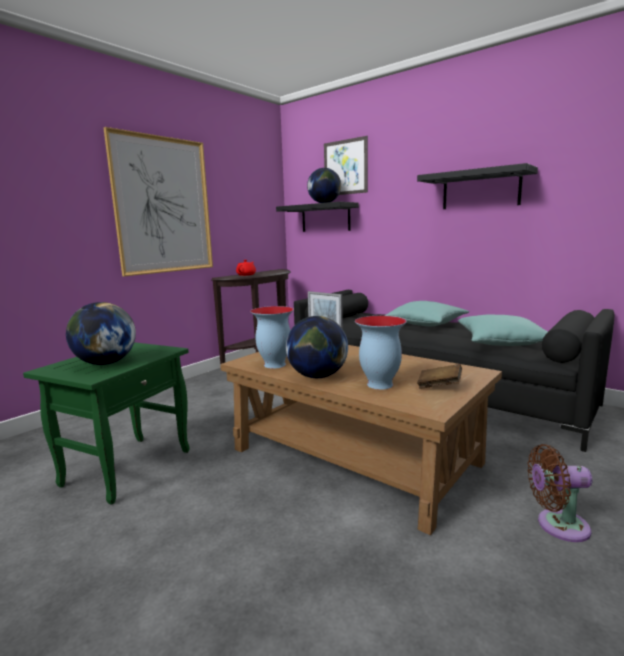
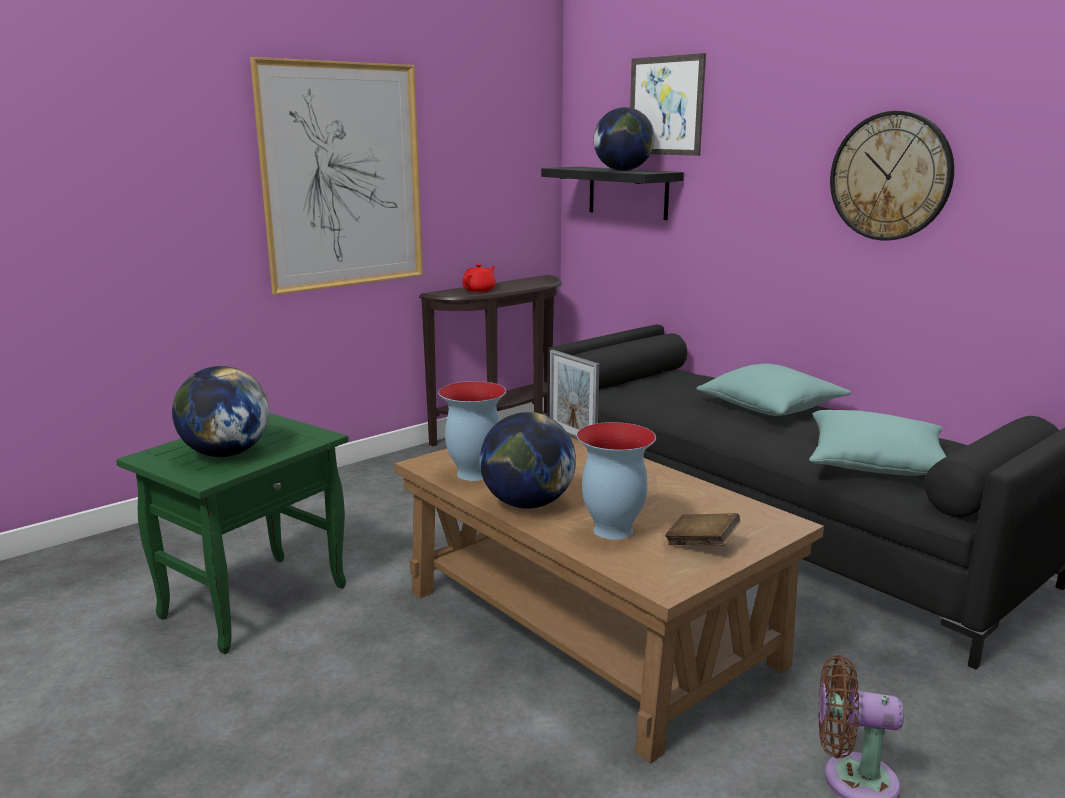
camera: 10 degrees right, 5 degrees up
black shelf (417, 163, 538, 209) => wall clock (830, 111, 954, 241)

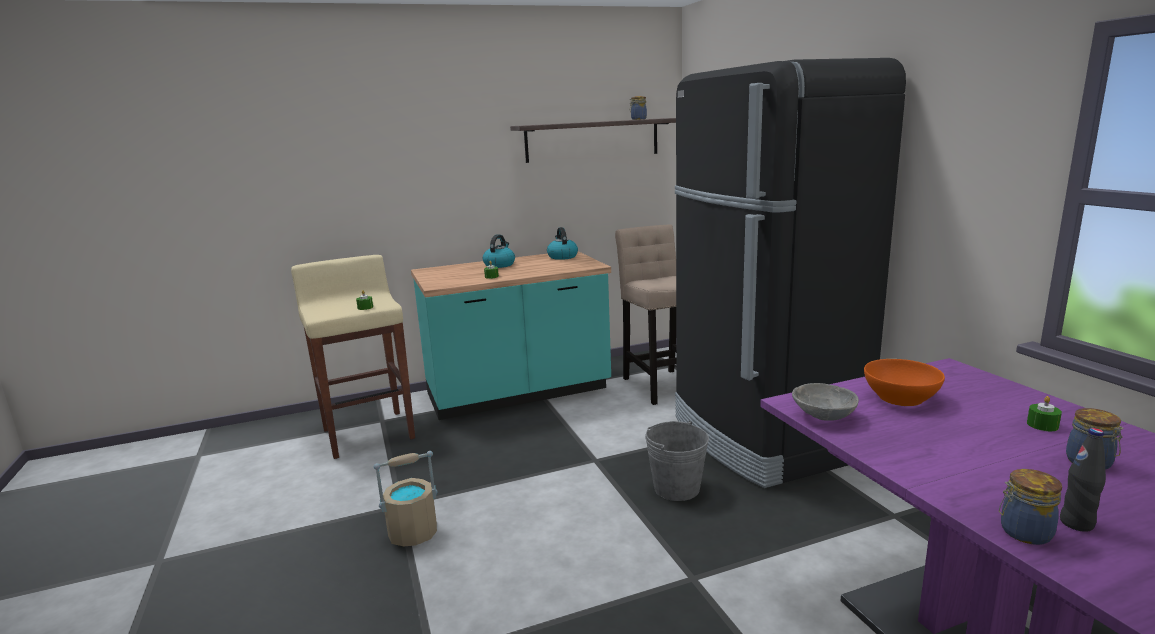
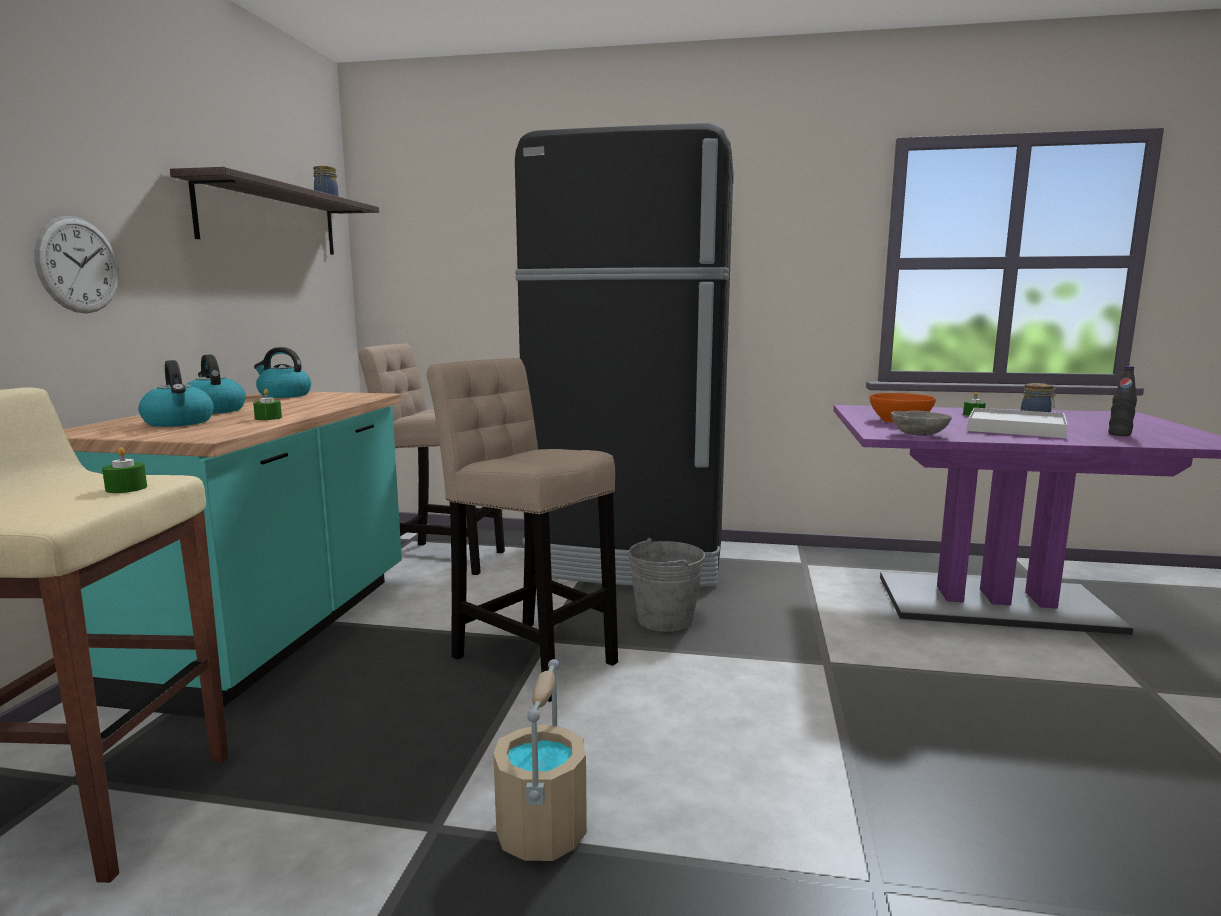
camera: 60 degrees left, 5 degrees down
jar (999, 469, 1062, 545) => nothing
nothing => wall clock (34, 216, 119, 313)
nothing => beige stool (427, 358, 618, 702)
nothing => kettle (138, 360, 214, 427)
nothing => white tray (967, 408, 1068, 438)

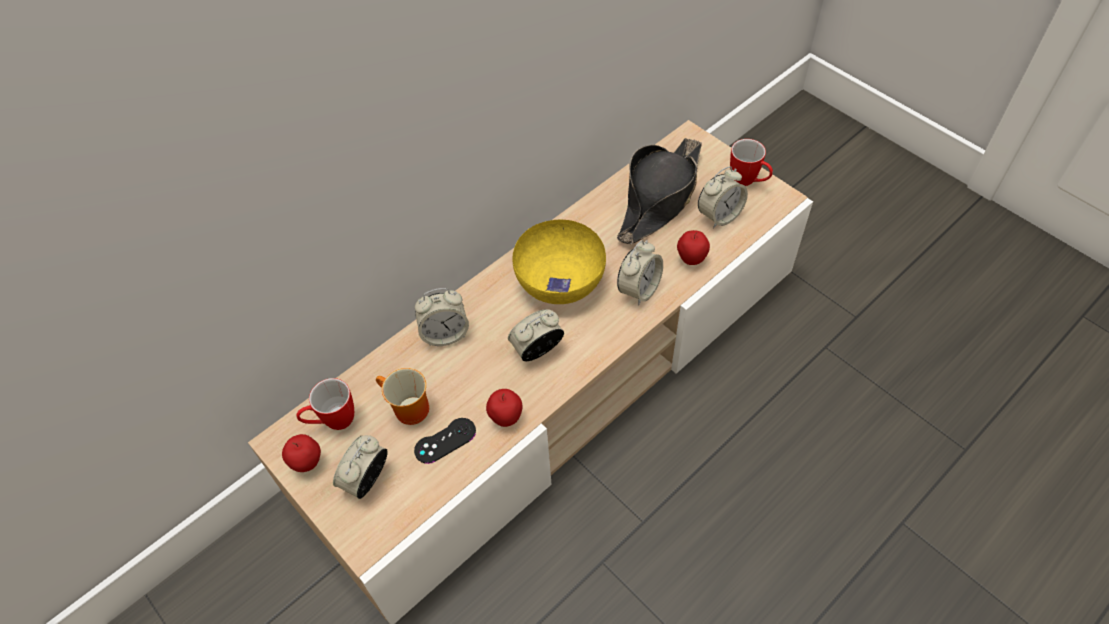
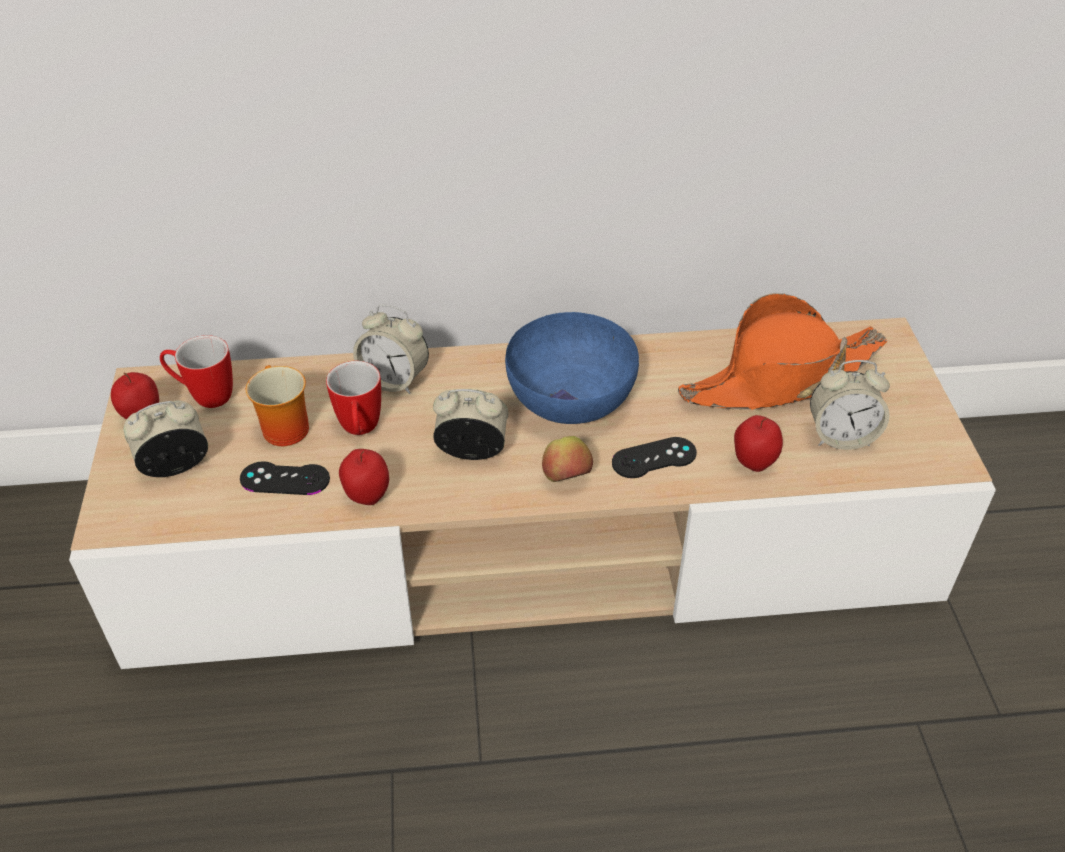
camera: 35 degrees right, 10 degrees down
black hat (617, 138, 702, 244) => orange hat (678, 293, 888, 410)
mug (730, 139, 773, 186) => mug (326, 361, 381, 435), move
yellow bowl (512, 220, 606, 304) => blue bowl (505, 312, 639, 424)
alarm clock (617, 240, 663, 305) => black game controller (612, 437, 697, 478)
nothing => apple (542, 436, 593, 482)

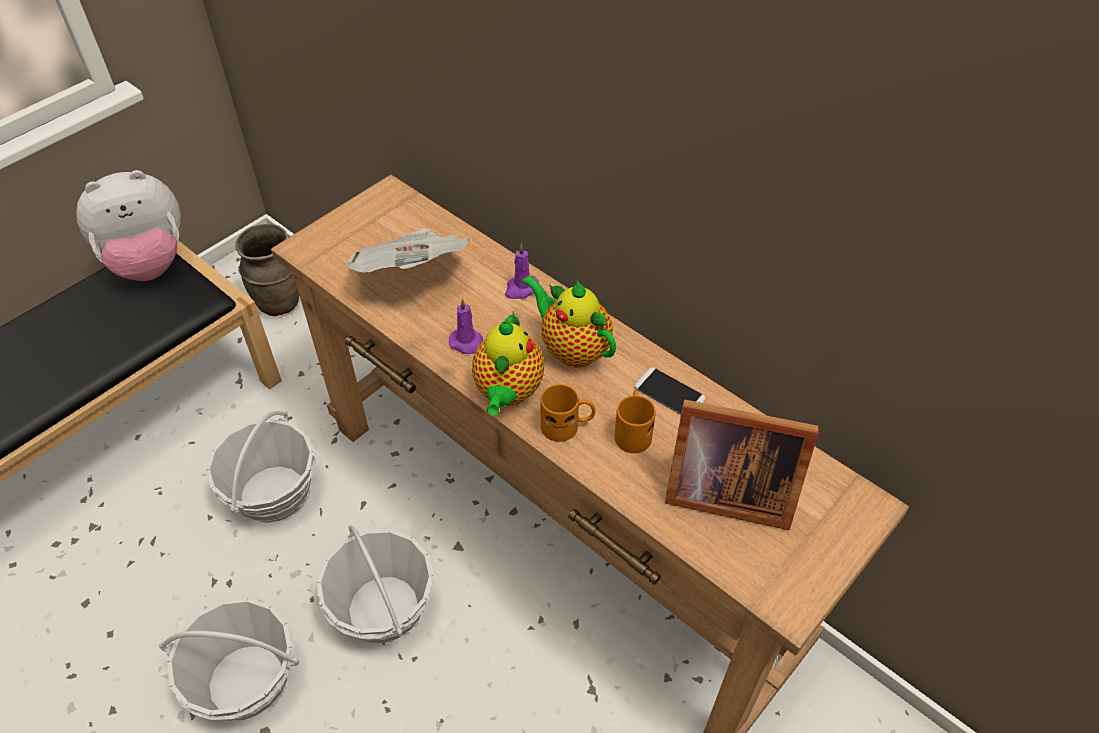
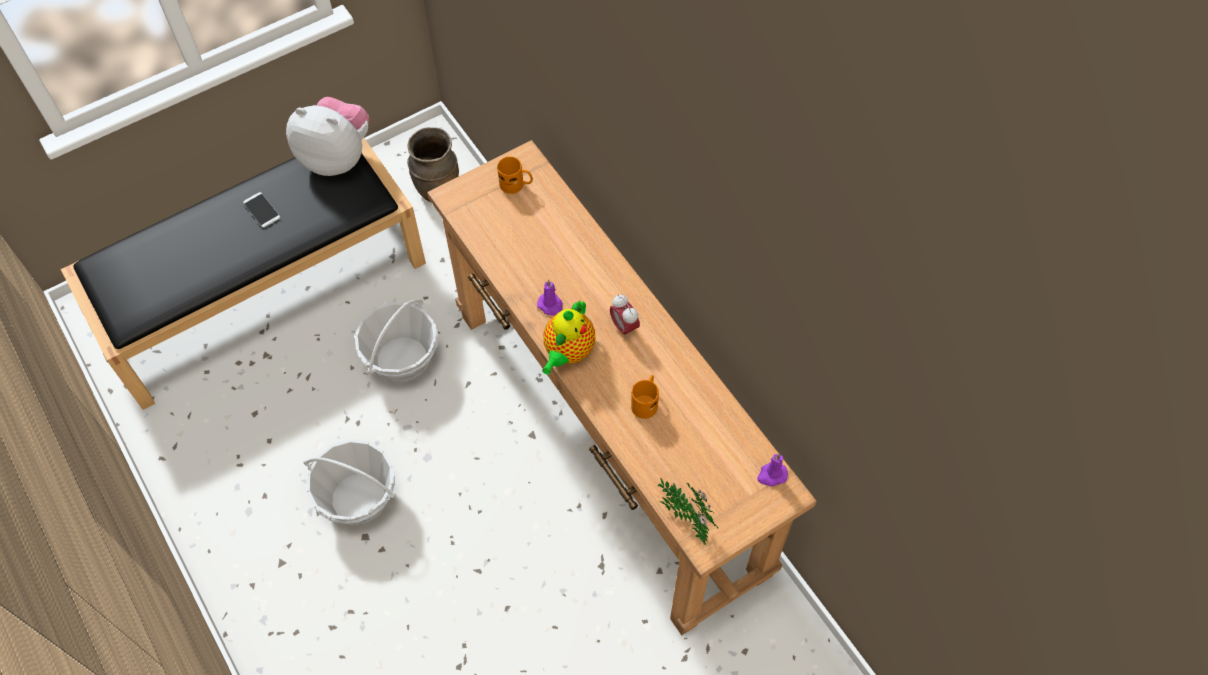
camera: 15 degrees right, 10 degrees up
plush toy (76, 170, 181, 281) => plush toy (286, 97, 369, 176), 150 degrees counterclockwise
newspaper (346, 228, 471, 272) => nothing
purple candle (505, 244, 539, 299) => purple candle (757, 454, 788, 486), move
teapot (521, 275, 616, 367) => alarm clock (610, 295, 640, 338)
phone (634, 367, 706, 415) => phone (243, 192, 280, 228), move
orange mug (540, 384, 596, 442) => orange mug (497, 157, 533, 194), move
picture frame (665, 400, 819, 530) => nothing
basket (317, 525, 434, 643) => nothing
nothing => potted plant (658, 478, 718, 545)

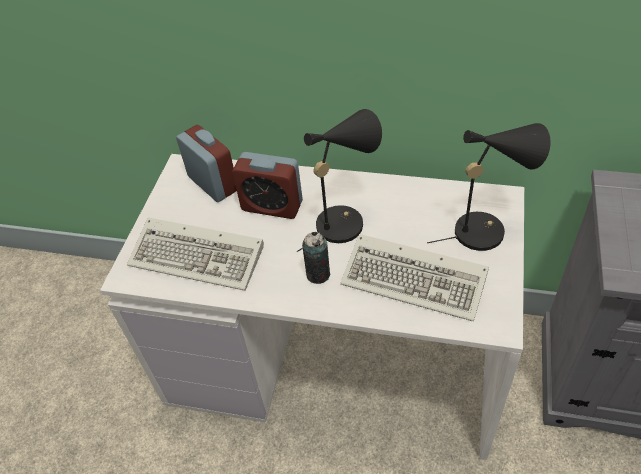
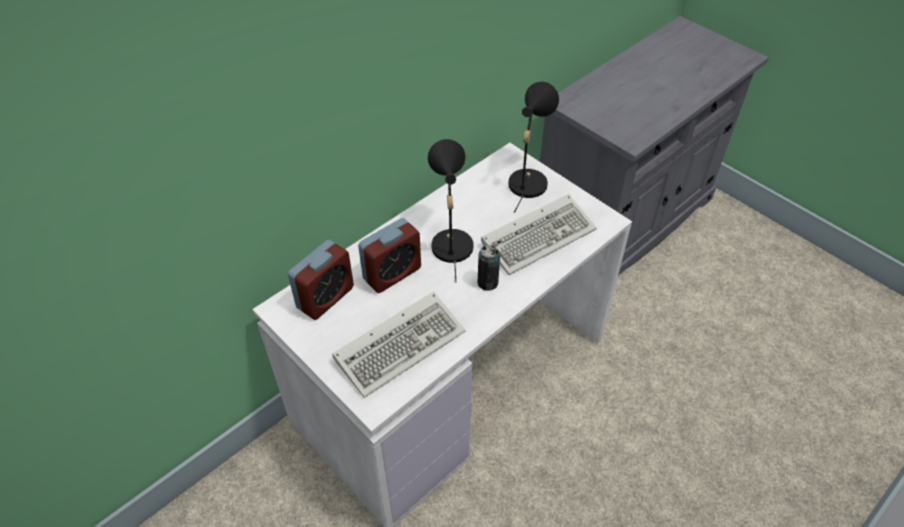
camera: 60 degrees left, 0 degrees up
alarm clock (176, 125, 237, 202) => alarm clock (288, 240, 354, 320), 135 degrees clockwise

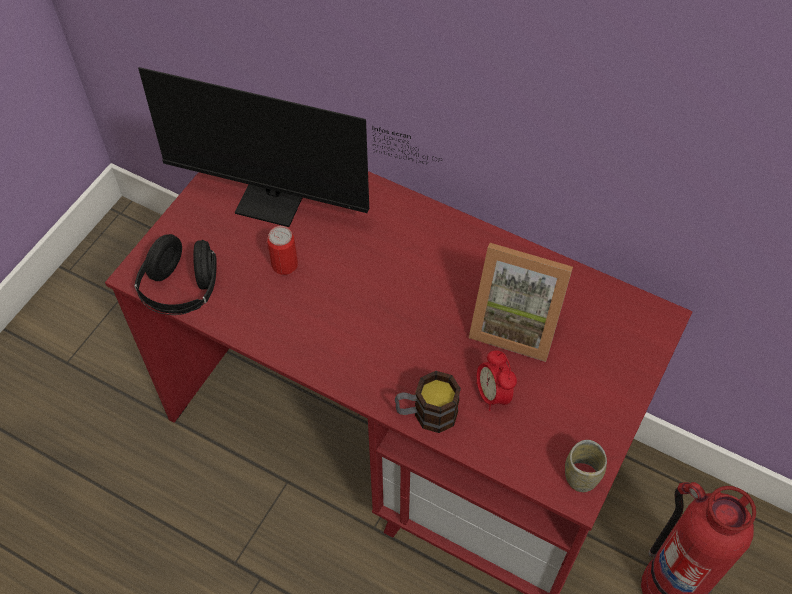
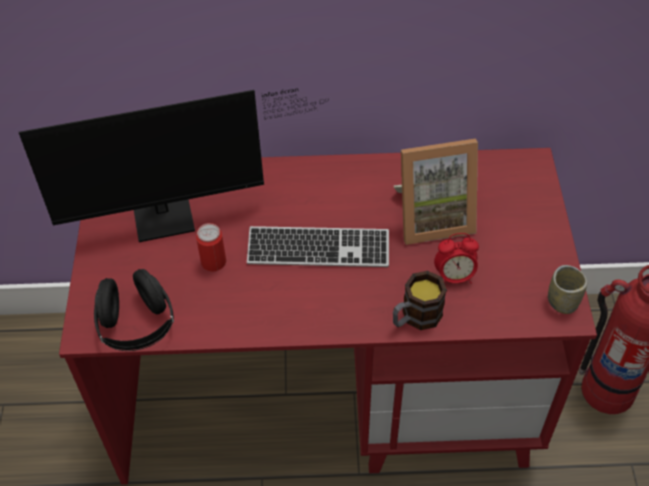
camera: 30 degrees left, 5 degrees down
alarm clock (476, 350, 517, 411) => alarm clock (434, 233, 479, 284), 45 degrees counterclockwise
nothing => keyboard (247, 226, 389, 267)

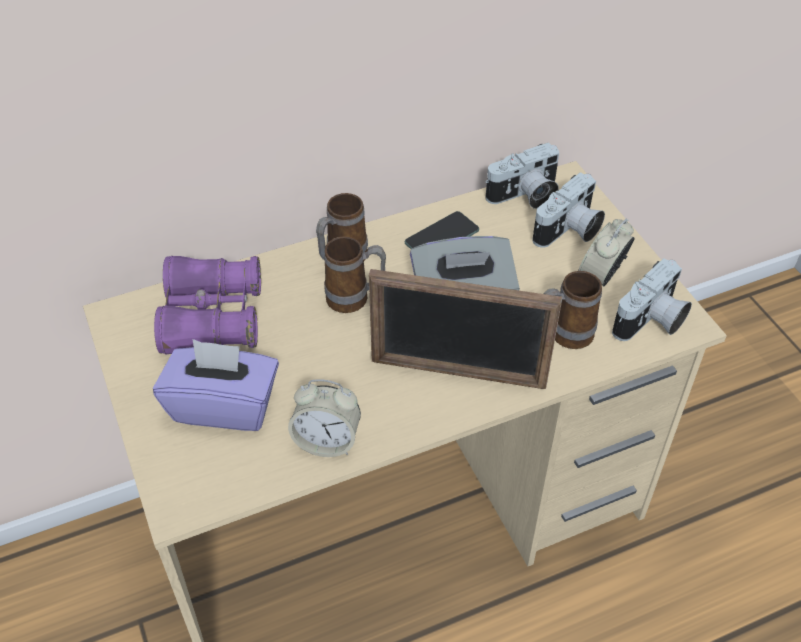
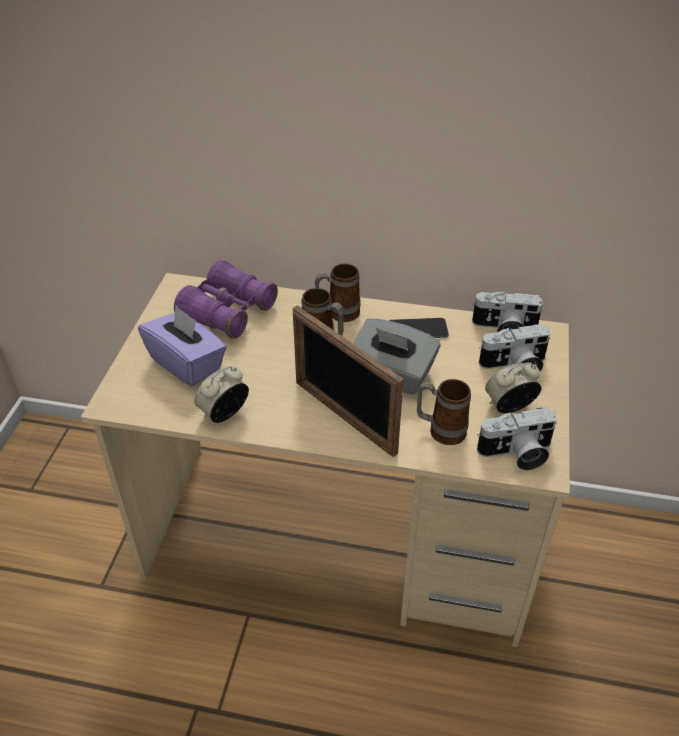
camera: 35 degrees right, 5 degrees down
alarm clock (288, 379, 361, 457) => alarm clock (194, 366, 249, 423), 90 degrees clockwise

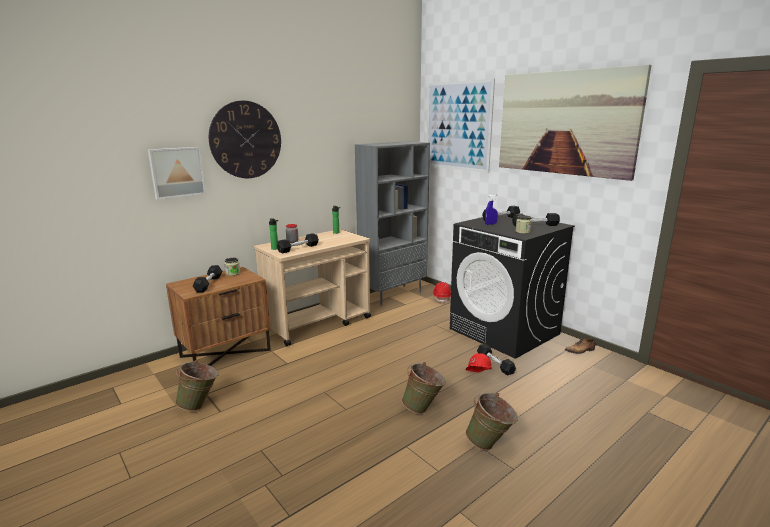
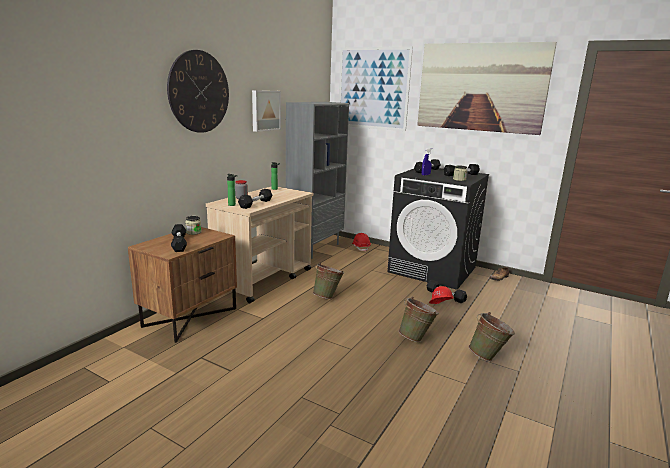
camera: 20 degrees left, 0 degrees up
picture (148, 147, 206, 200) => picture (252, 90, 281, 132), move
green bucket (175, 360, 219, 411) => green bucket (313, 263, 344, 299), move

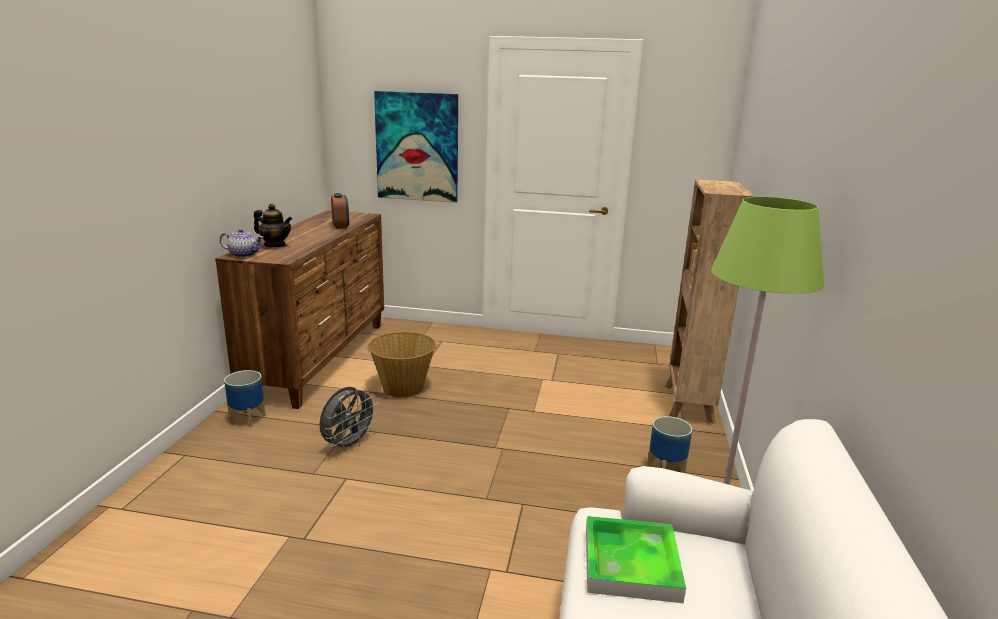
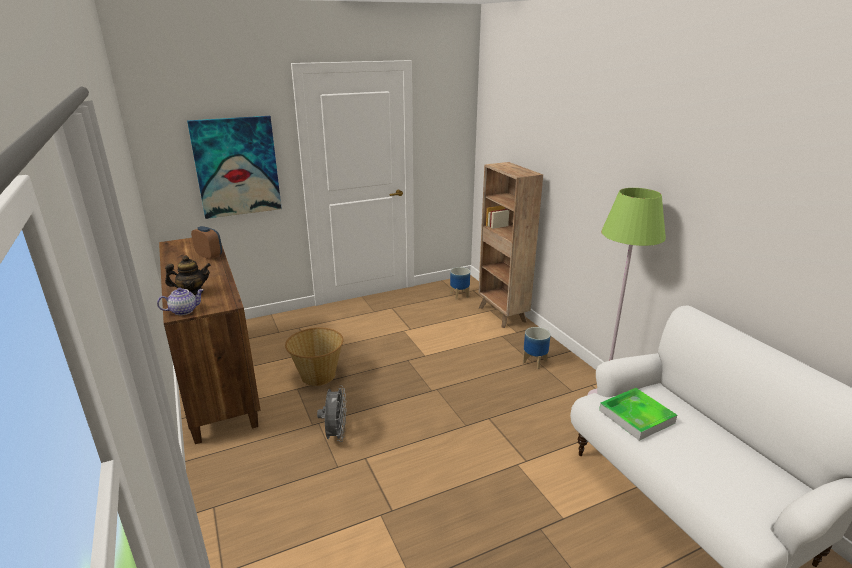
camera: 35 degrees left, 5 degrees up
planter (224, 370, 266, 427) => planter (450, 267, 470, 300), move

